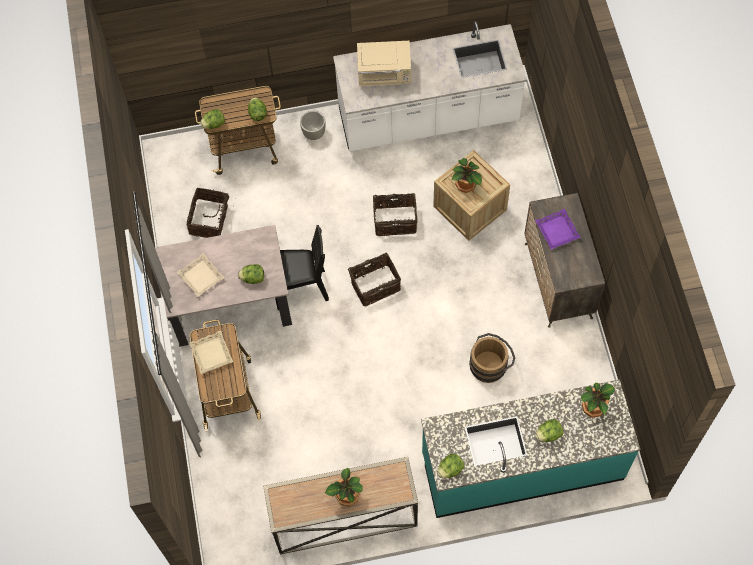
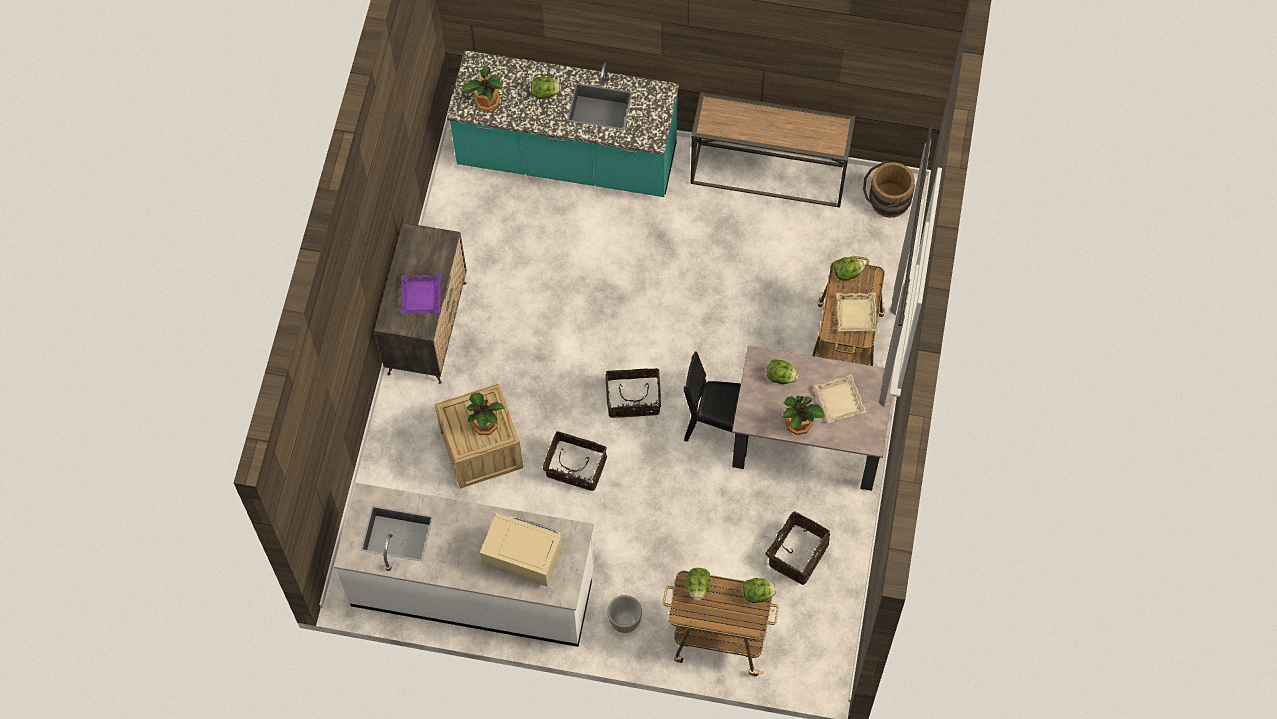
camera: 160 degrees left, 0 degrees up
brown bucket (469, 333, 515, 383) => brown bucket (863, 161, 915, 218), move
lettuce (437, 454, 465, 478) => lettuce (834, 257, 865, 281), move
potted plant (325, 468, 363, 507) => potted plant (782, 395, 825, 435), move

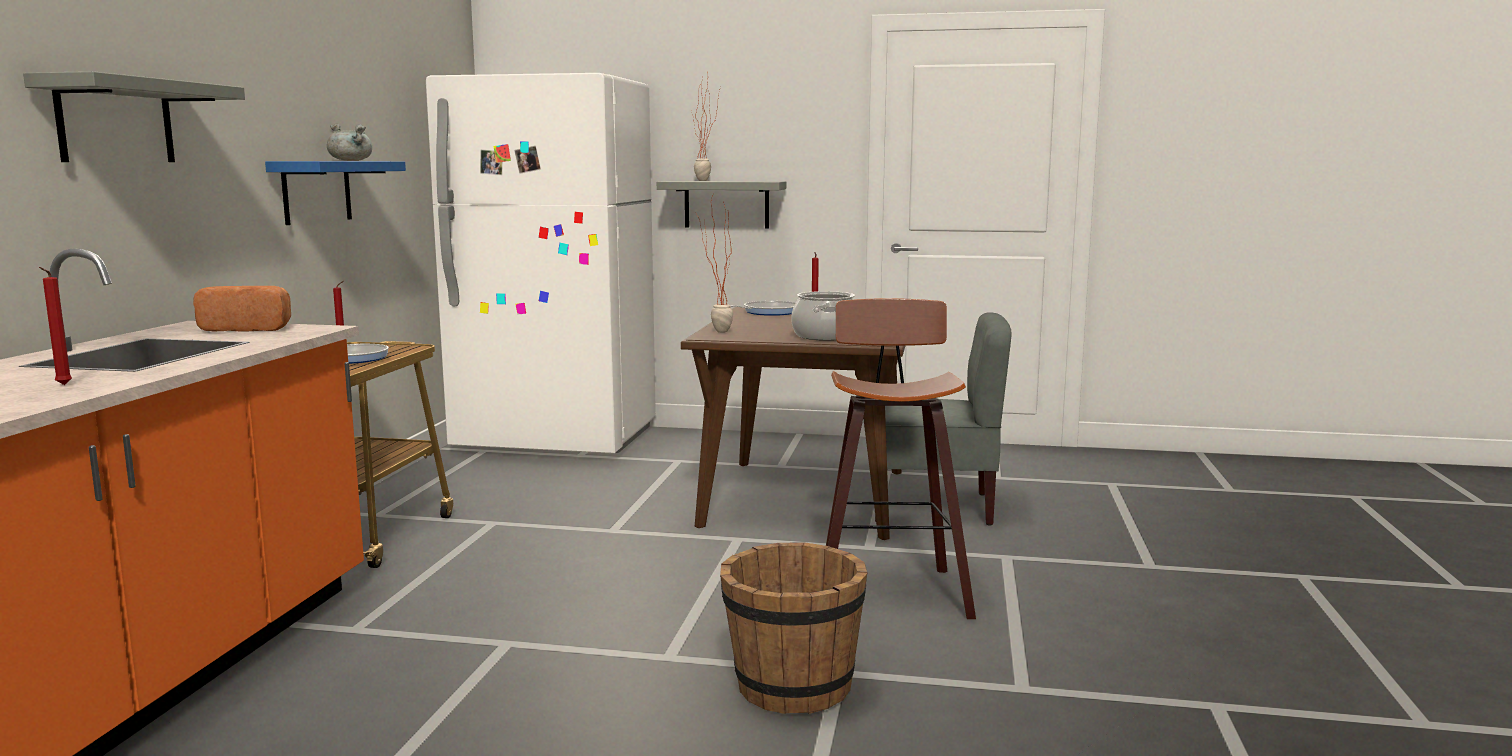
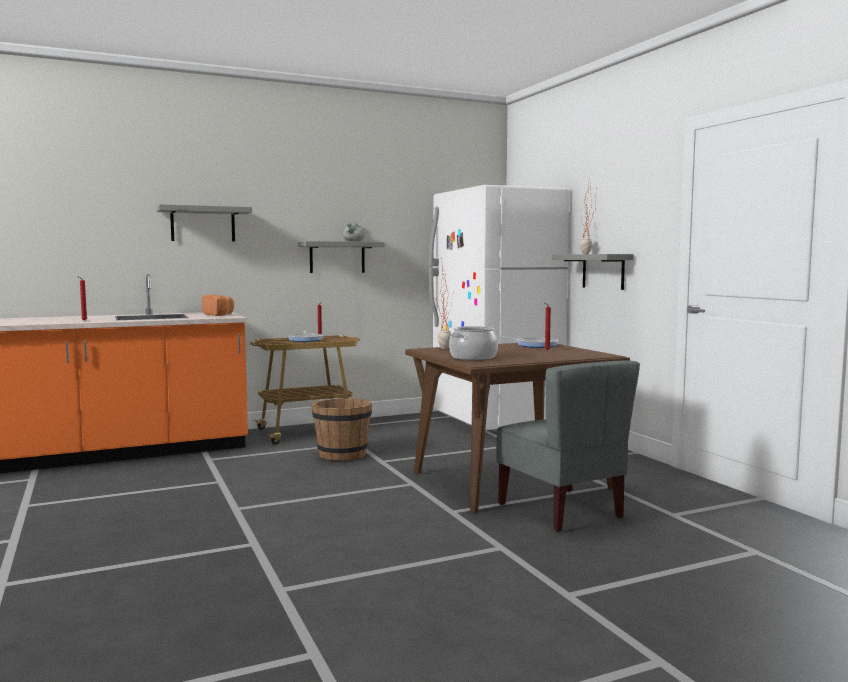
camera: 55 degrees right, 5 degrees down
blue shelf (265, 161, 406, 225) => grey shelf (298, 241, 385, 273)
stool (826, 298, 976, 619) => nothing
brown bucket (720, 542, 867, 714) => brown bucket (312, 398, 372, 460), move

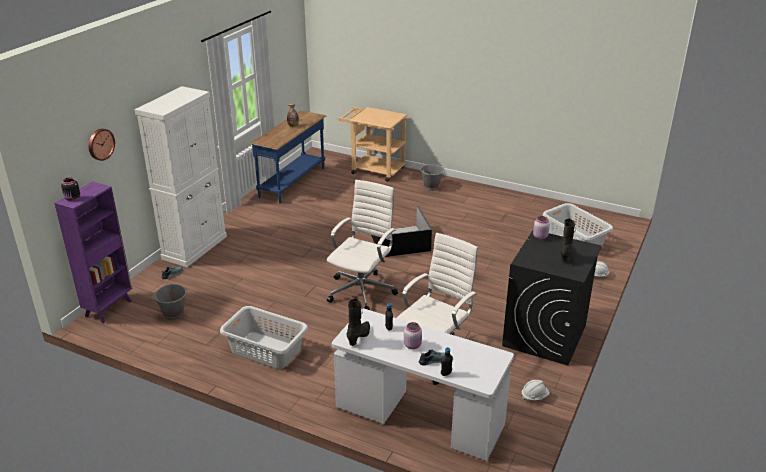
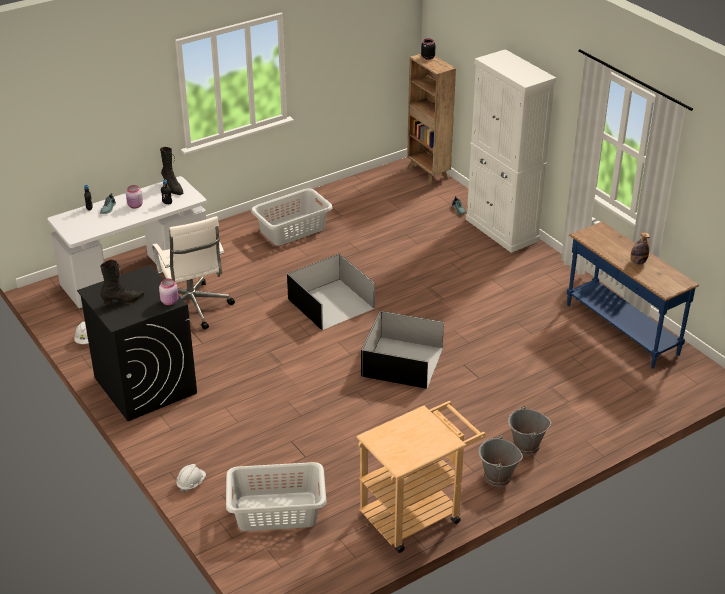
camera: 120 degrees right, 5 degrees up
beige cart (337, 107, 407, 182) => beige cart (356, 401, 486, 553), move
wall clock (89, 129, 115, 161) => nothing
white office chair (327, 180, 398, 310) => black storage box (287, 253, 375, 330)
purple bookcase (54, 182, 132, 323) => brown bookcase (407, 54, 456, 185)
black boot (560, 218, 575, 262) => black boot (100, 260, 145, 305), 75 degrees counterclockwise
grey bucket (153, 284, 187, 321) => grey bucket (478, 435, 523, 487), move

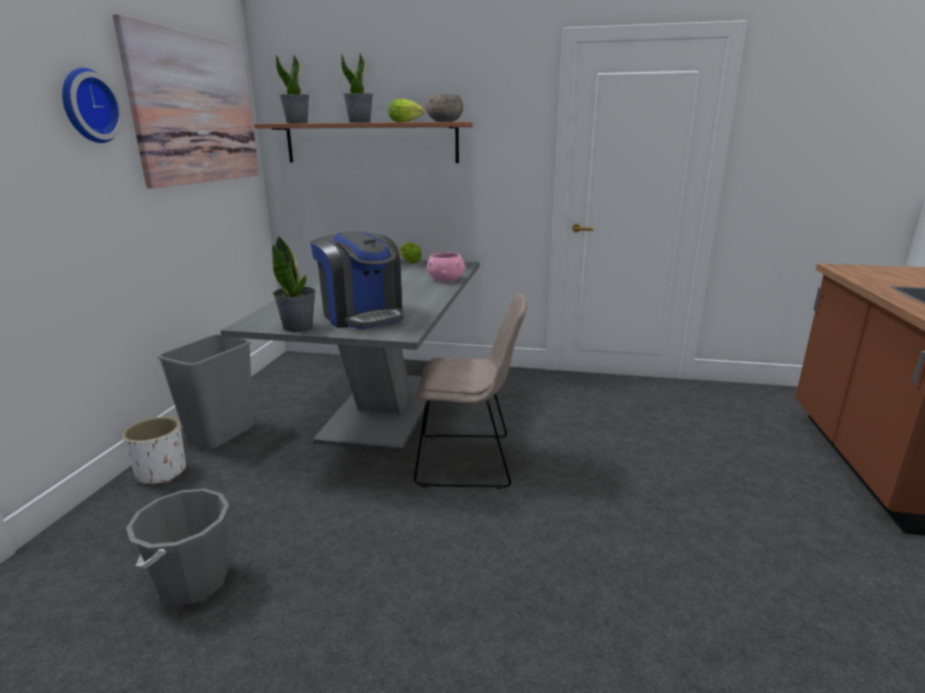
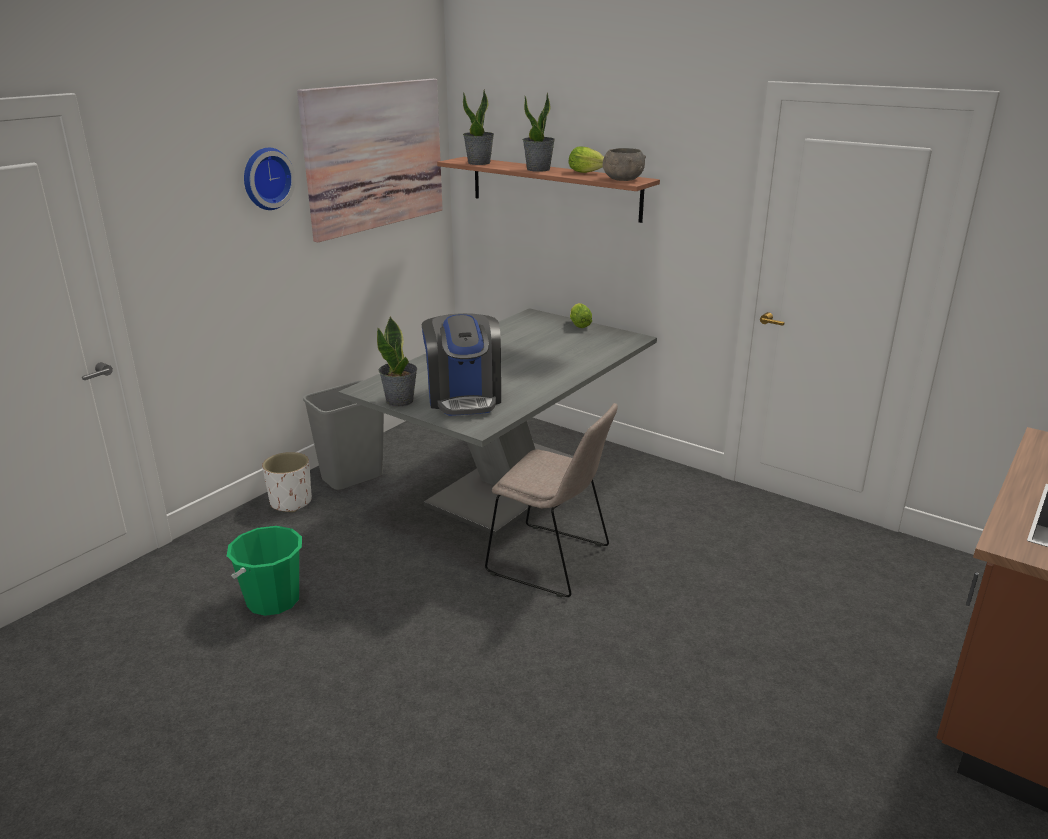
camera: 25 degrees right, 5 degrees up
pink bowl (427, 252, 466, 282) => nothing
grey bucket (126, 489, 229, 605) => green bucket (227, 526, 302, 616)

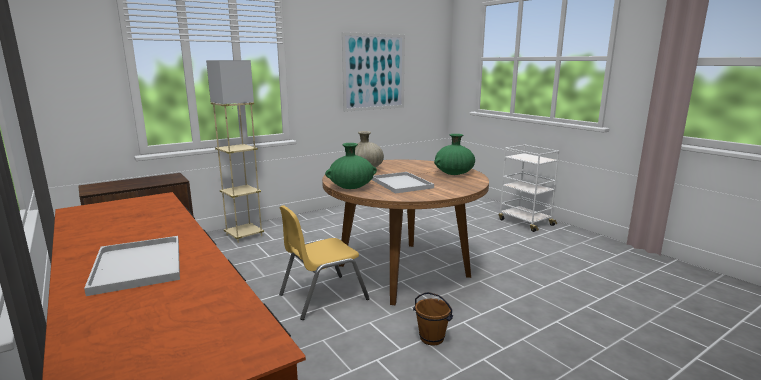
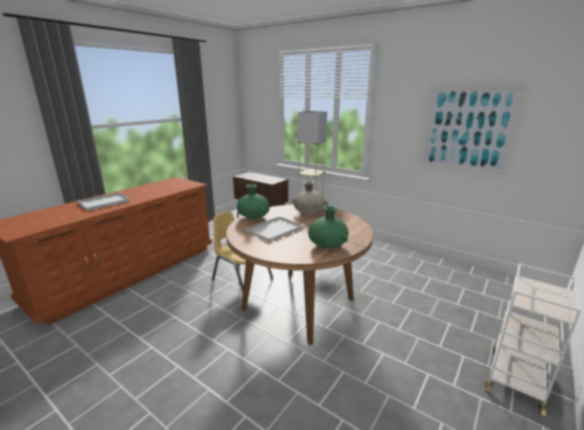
camera: 70 degrees right, 5 degrees up
brown bucket (413, 292, 453, 346) => nothing

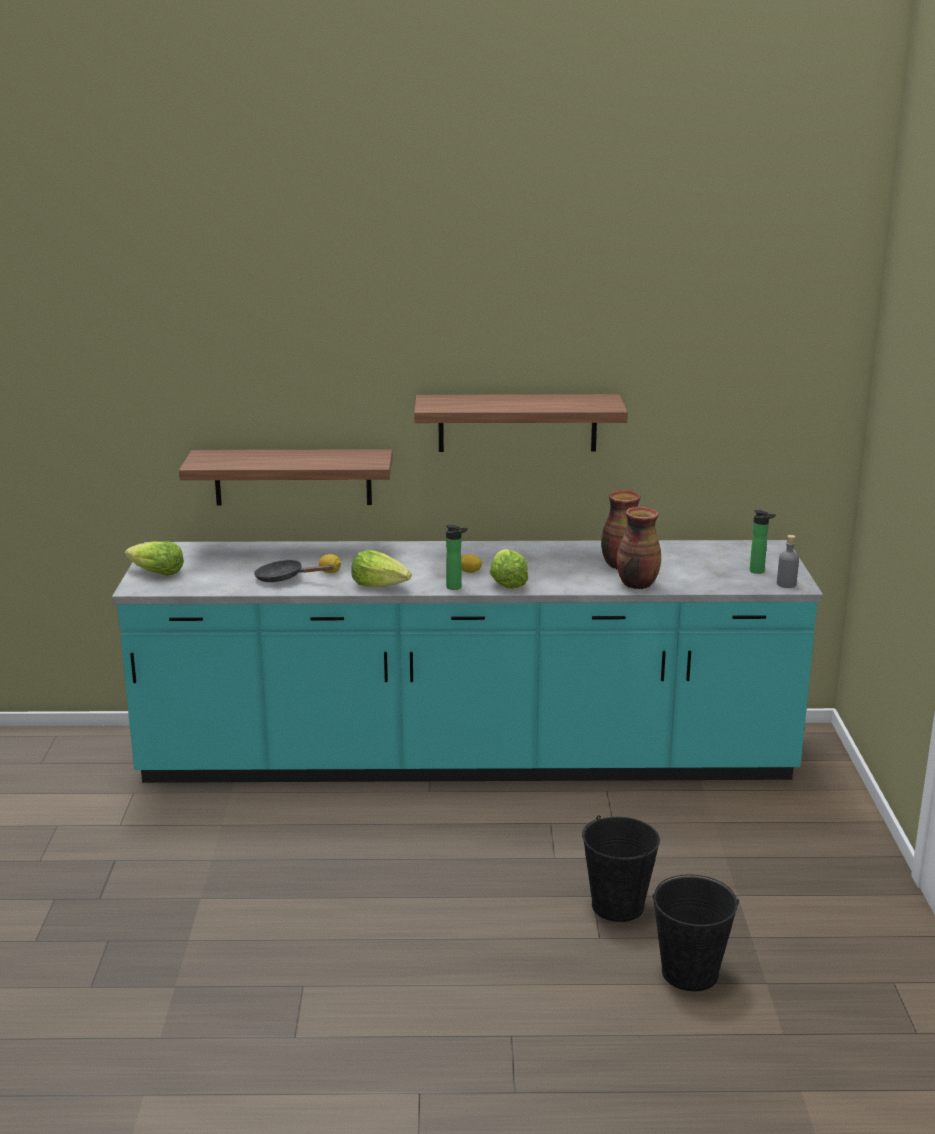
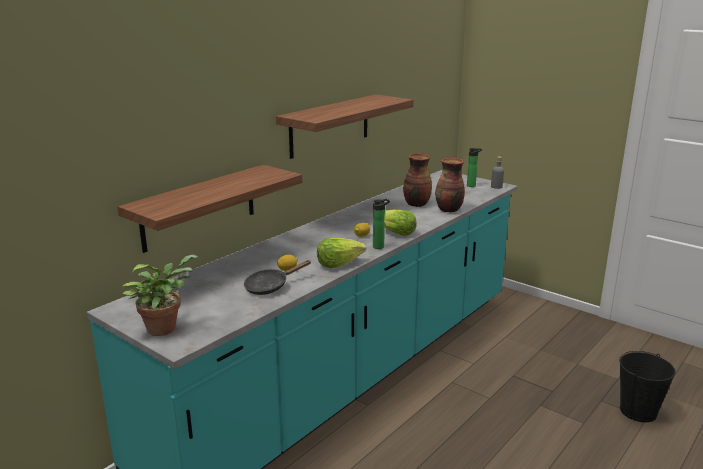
camera: 50 degrees left, 0 degrees up
lettuce (125, 541, 184, 576) => potted plant (122, 255, 197, 336)
black bucket (582, 815, 660, 922) => nothing

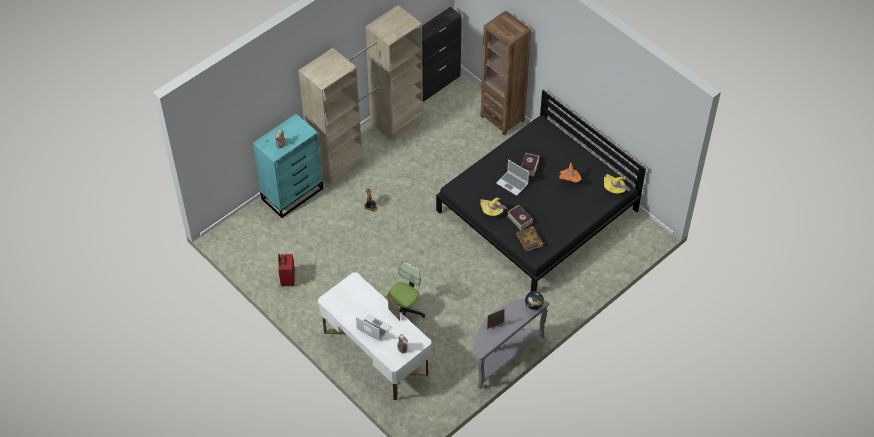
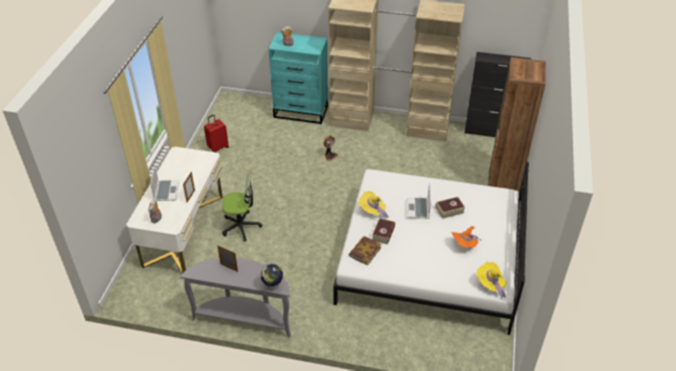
camera: 55 degrees right, 10 degrees down
black bed (436, 90, 646, 292) => white bed (333, 162, 529, 335)

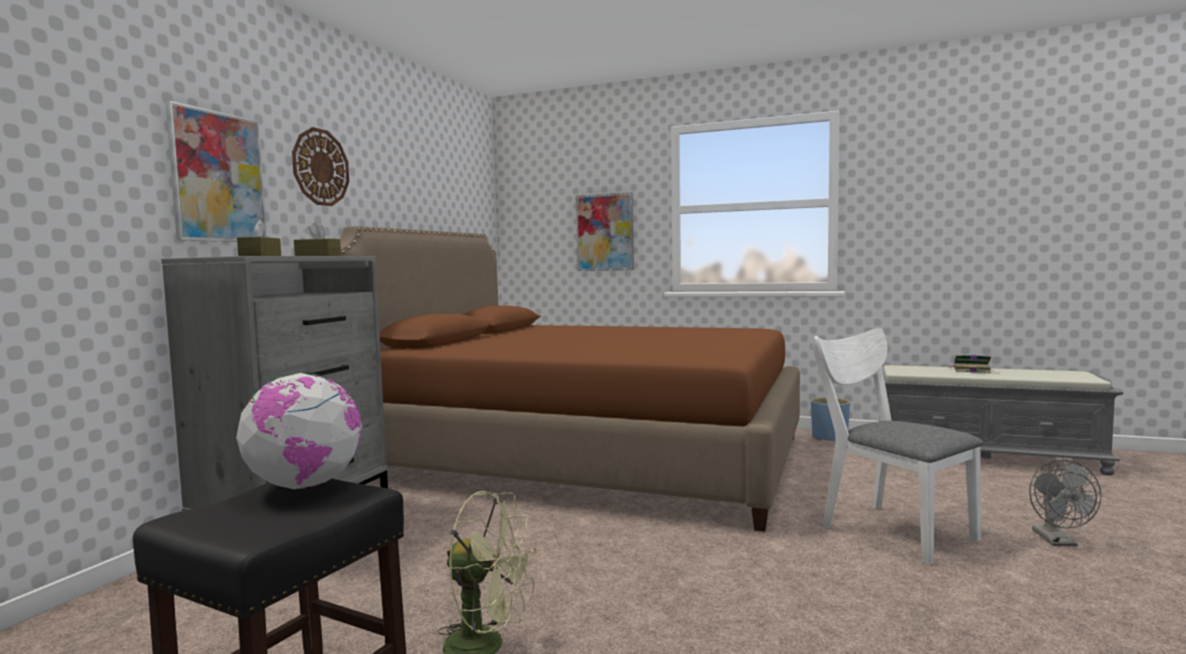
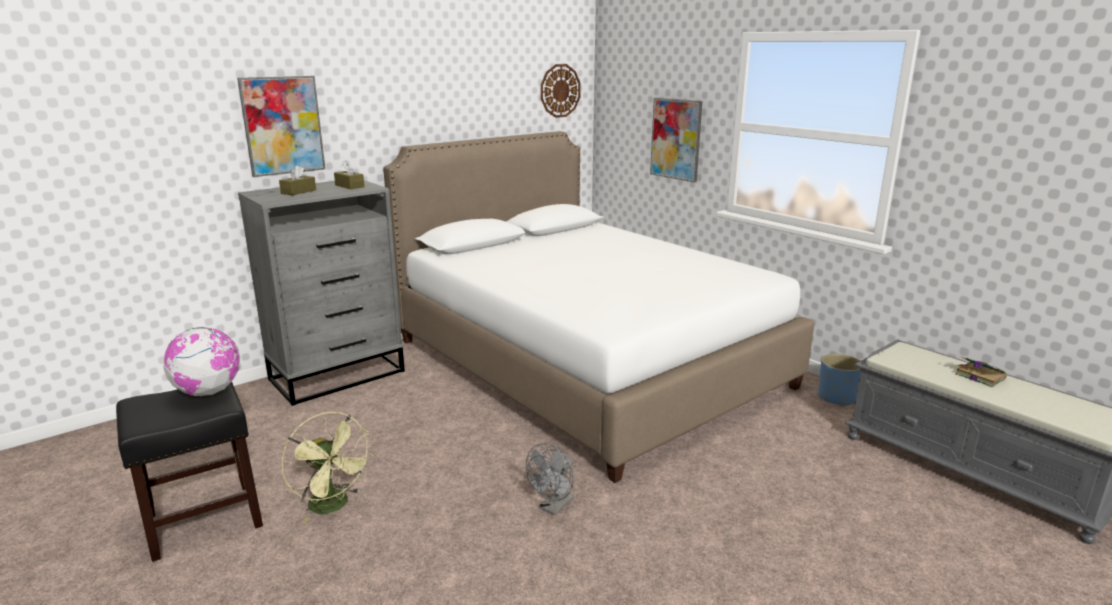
camera: 30 degrees right, 15 degrees up
wall clock (292, 127, 349, 206) => wall clock (541, 64, 581, 118), move
brown bed (340, 226, 800, 532) => white bed (383, 131, 814, 483)
white chair (812, 328, 983, 565) => nothing
grey fan (1029, 460, 1102, 546) => grey fan (526, 443, 574, 515), move

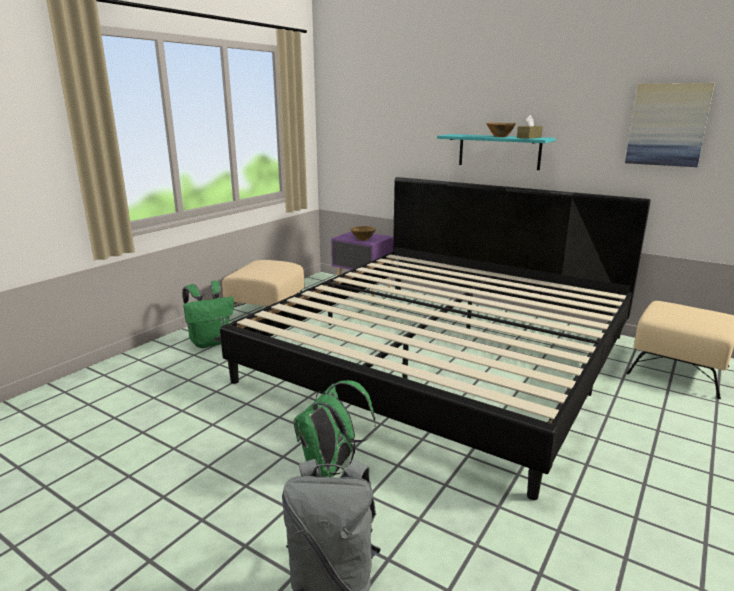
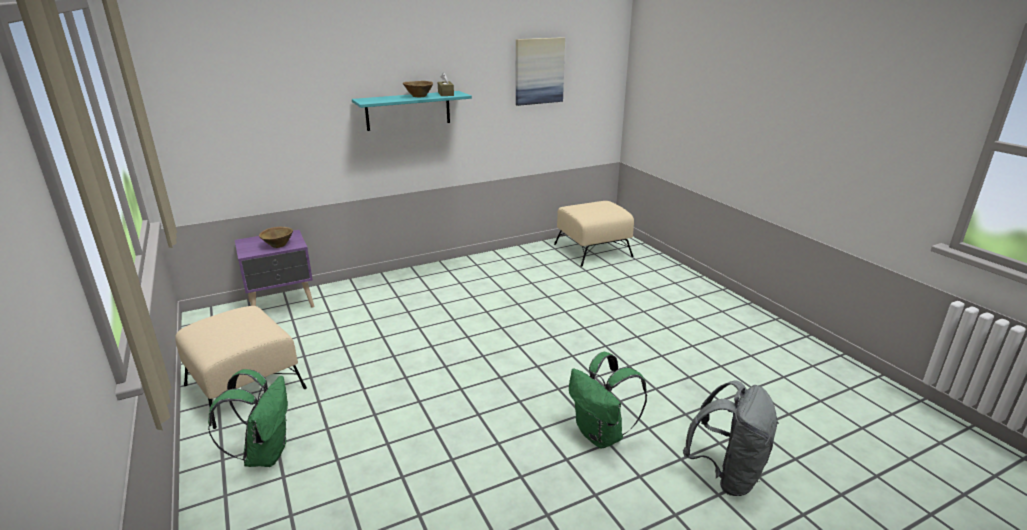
camera: 60 degrees left, 5 degrees up
bed (220, 177, 651, 500) => nothing

